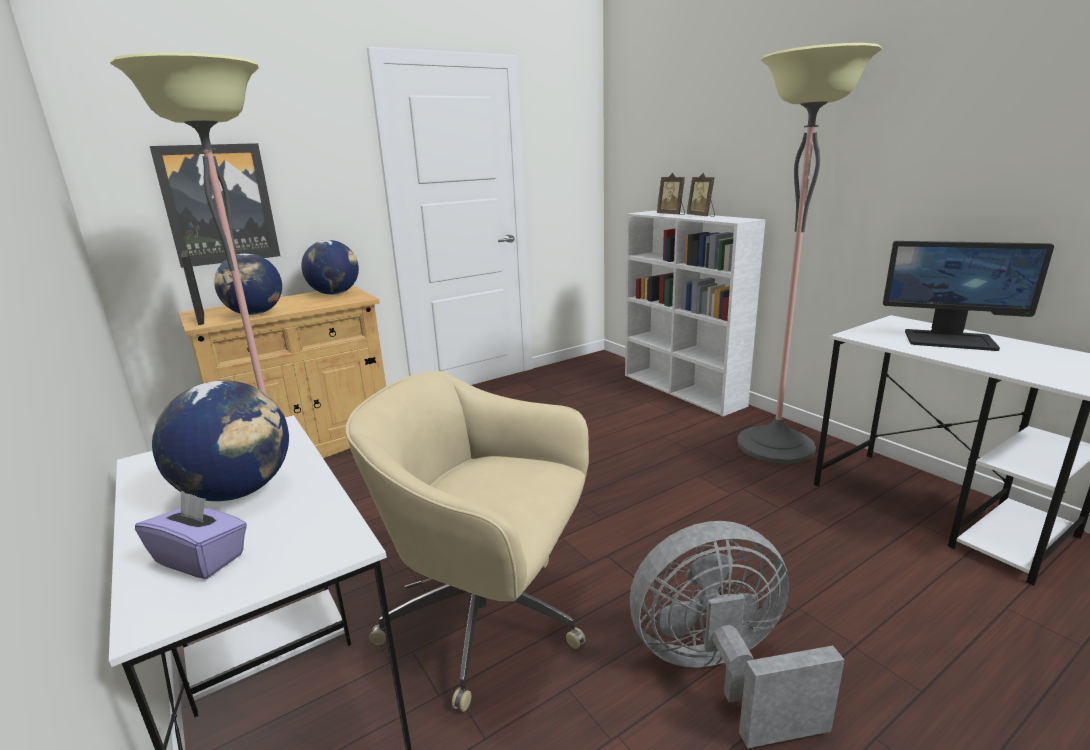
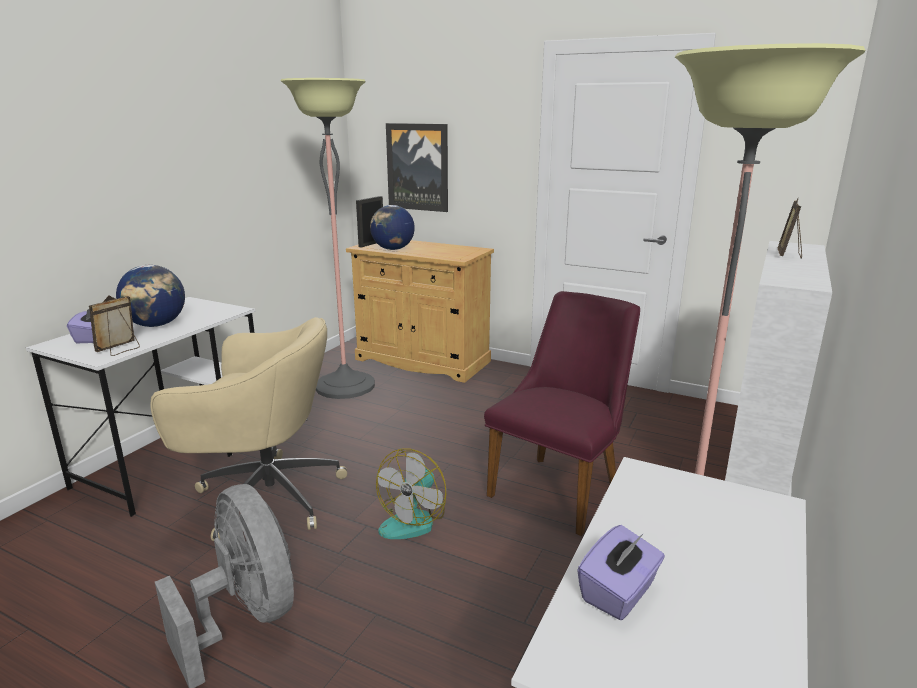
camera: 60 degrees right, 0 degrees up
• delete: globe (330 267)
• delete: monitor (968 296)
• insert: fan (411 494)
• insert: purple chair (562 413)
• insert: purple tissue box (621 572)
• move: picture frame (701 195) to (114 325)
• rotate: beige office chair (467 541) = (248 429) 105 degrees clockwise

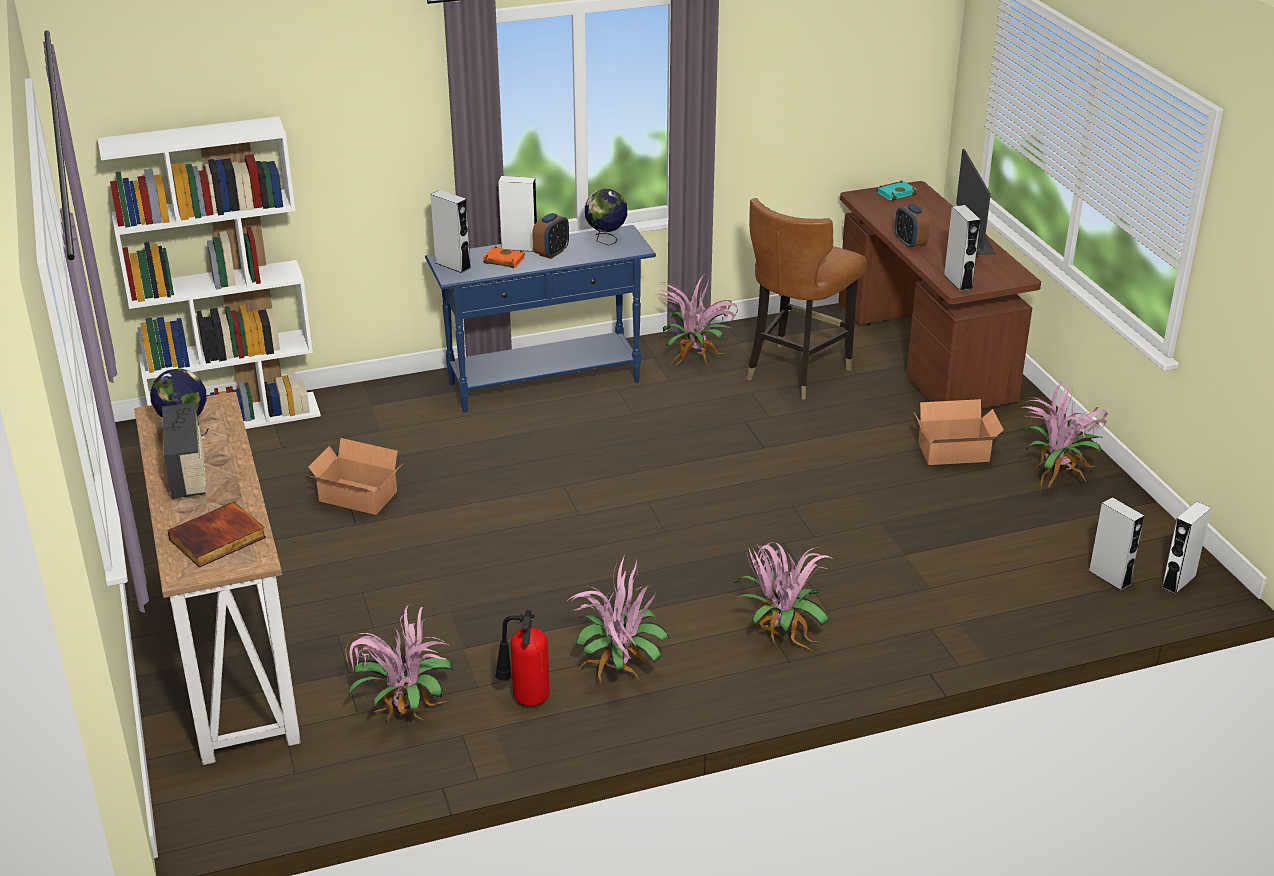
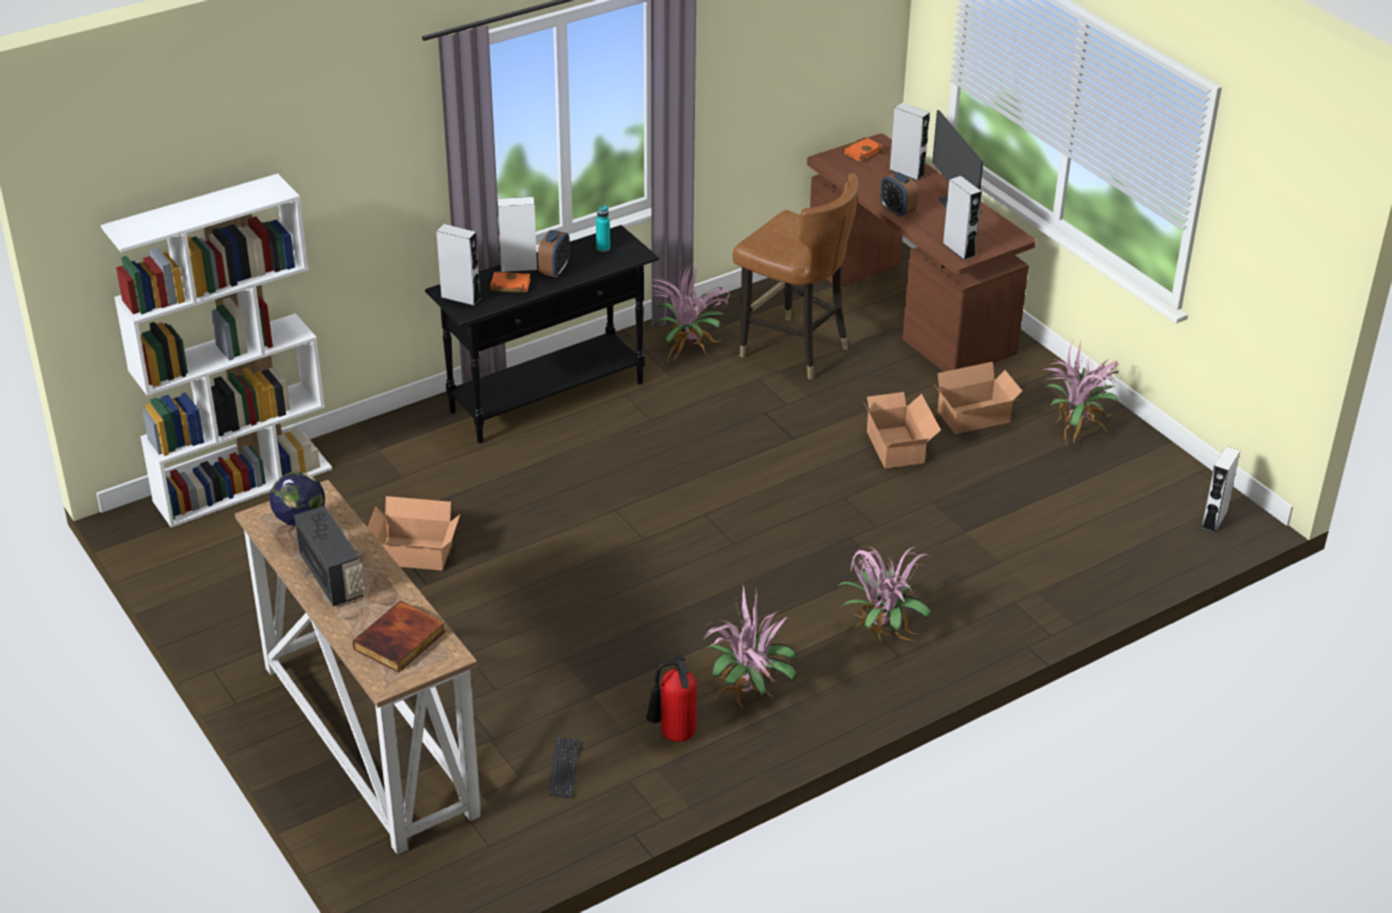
camera: 15 degrees left, 5 degrees up
• insert: cardboard box (902 430)
• move: grey speaker (1116 544) to (909 142)
• replace: potted plant (399 665) to keyboard (564 767)
• replace: globe (606 217) to turquoise bottle (603 229)
• recolor: blue console table (540 319) to black console table (542 334)
• recolor: turquoise book (897 190) to orange book (863 149)
• rotate: brown chair (806 299) = (796 276) 75 degrees counterclockwise

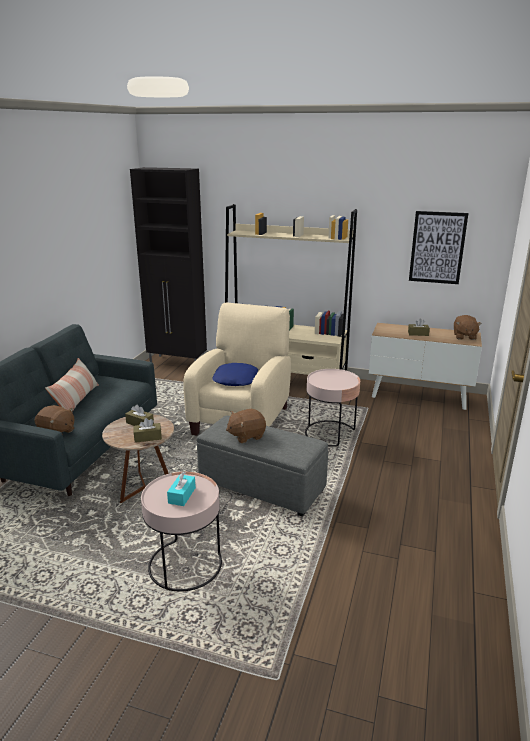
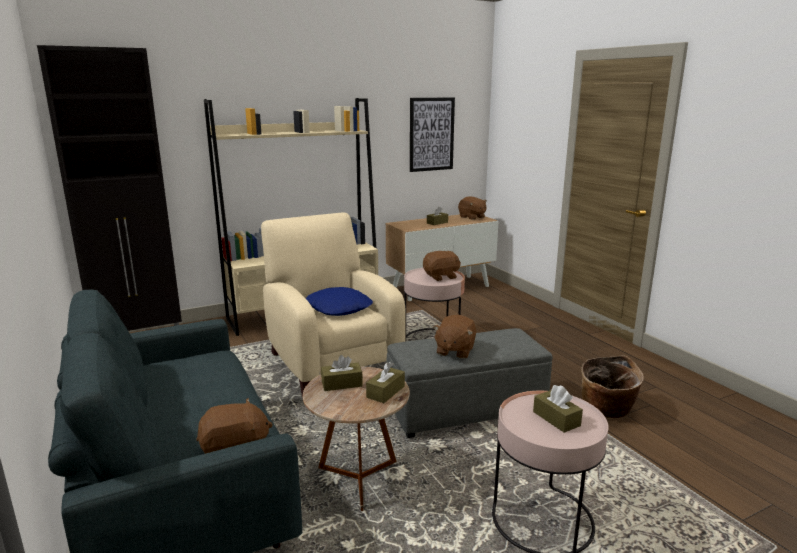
camera: 45 degrees left, 5 degrees down
• delete: pillow (72 385)
• insert: brown plush toy (442 265)
• insert: basket (612 387)
• recolor: turquoise tissue box (181 488) to brown tissue box (558 409)

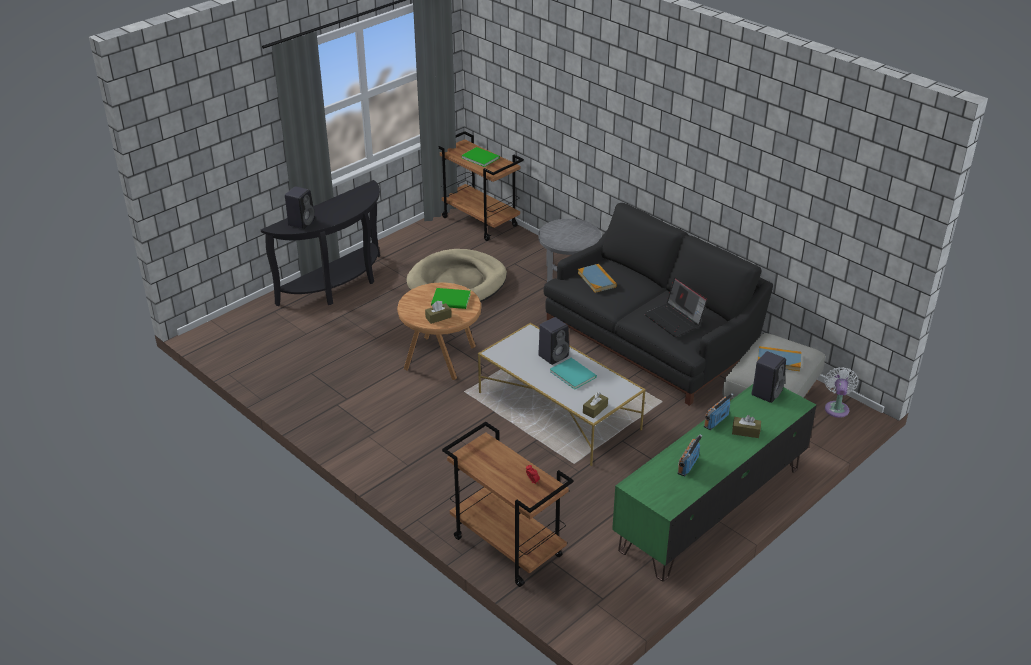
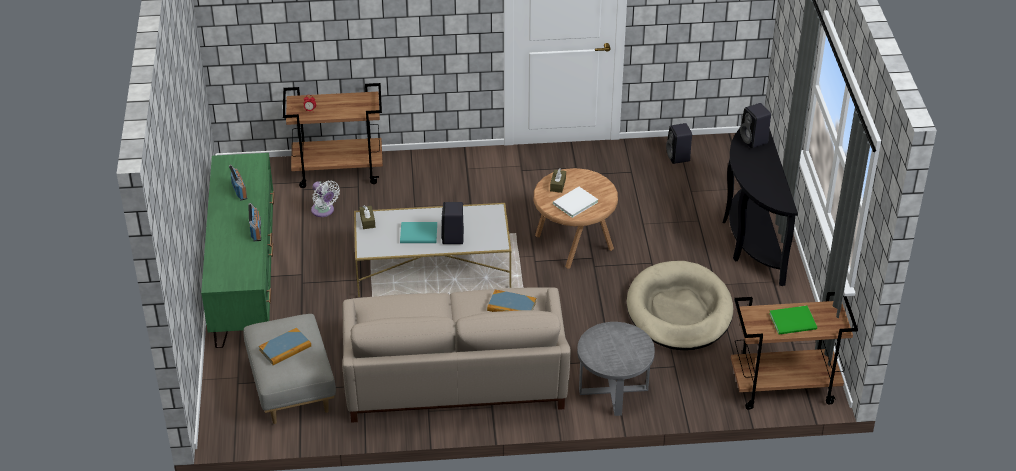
camera: 130 degrees right, 5 degrees up
• delete: laptop (675 307)
• delete: brown tissue box (746 426)
• move: black speaker (769 377) to (679 143)
• move: white fan (841 392) to (325 199)
• recolor: green book (451 298) to white book (575 202)
• recolor: black sofa (658 304) to beige sofa (456 355)

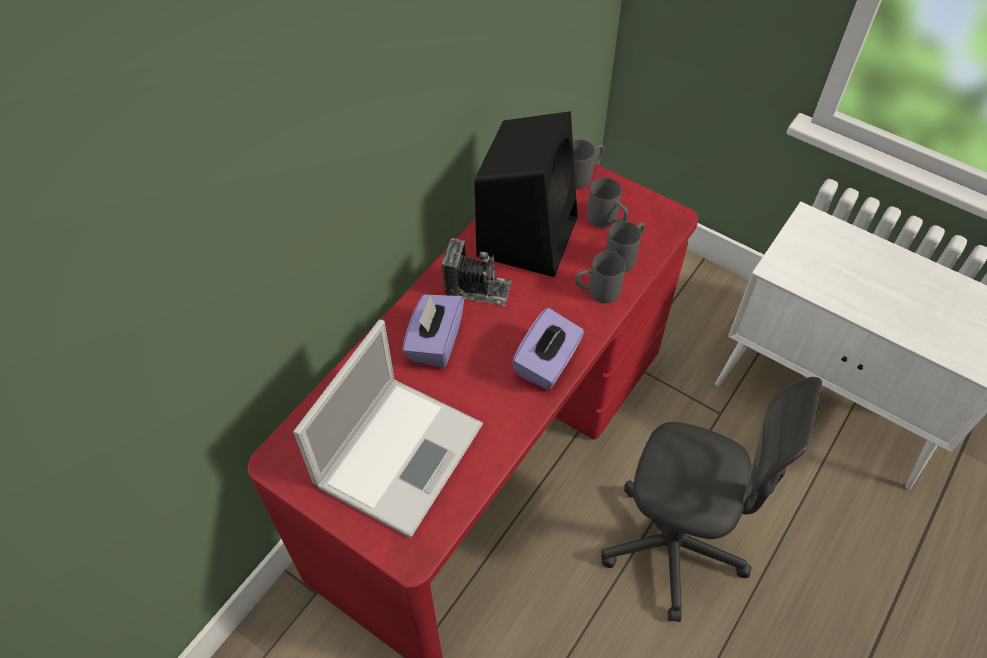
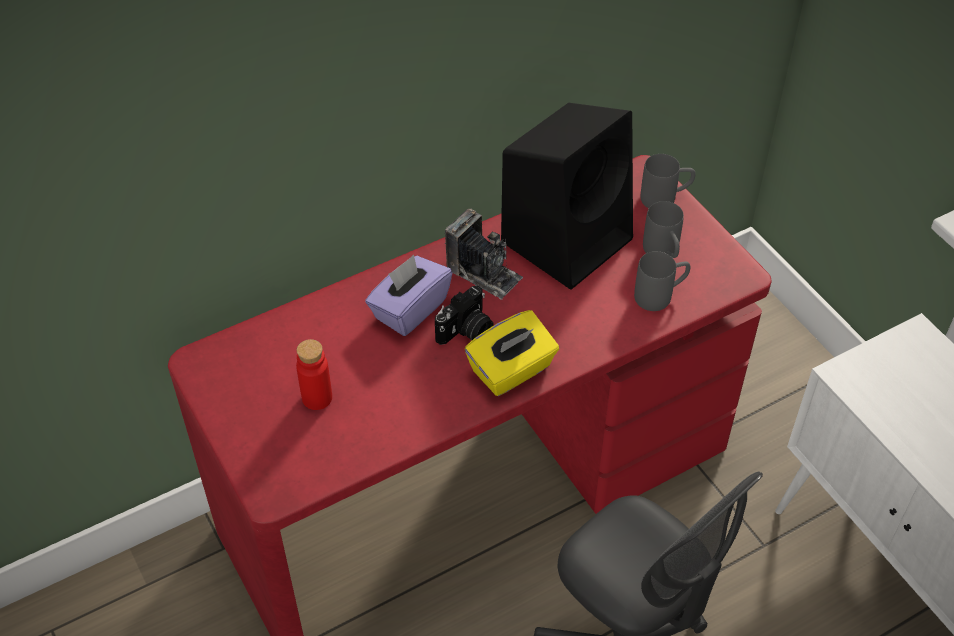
camera: 25 degrees right, 5 degrees down
• delete: grey mug (600 277)
• insert: photo camera (464 315)
• replace: laptop (388 429) to red bottle (314 374)
• recolor: purple tissue box (548 349) to yellow tissue box (512 353)

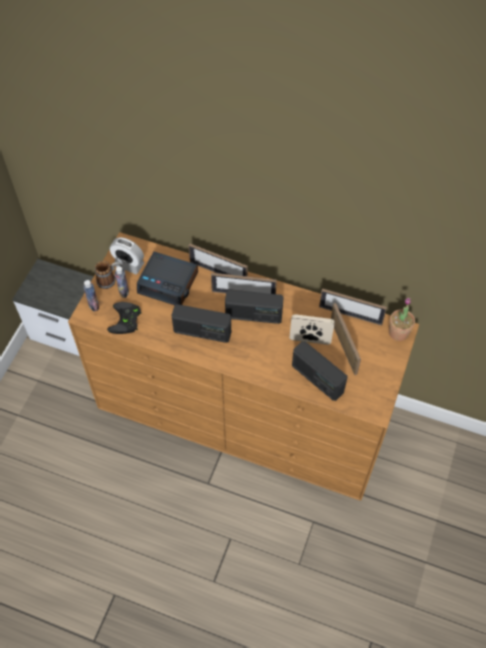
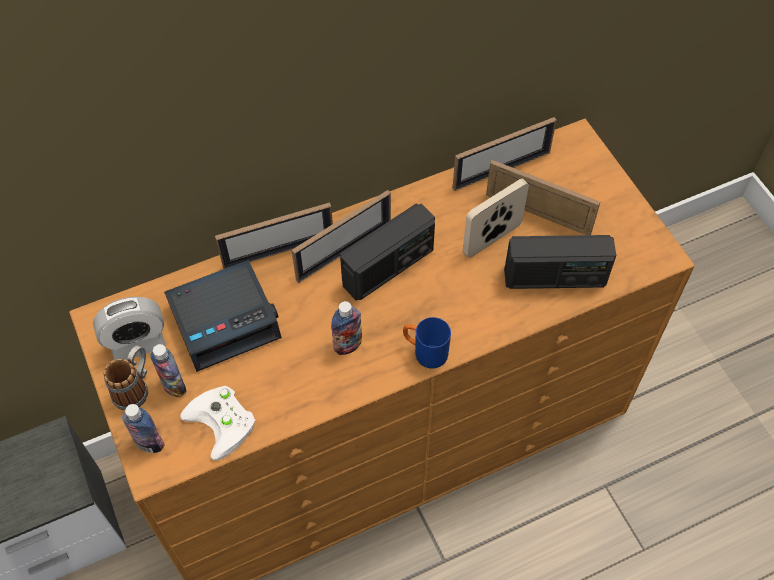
camera: 45 degrees left, 0 degrees up
• delete: potted plant (402 319)
• insert: blue mug (427 343)
• replace: radio (201 323) to bottle (346 328)
• recolor: black game controller (124 318) to white game controller (218 423)

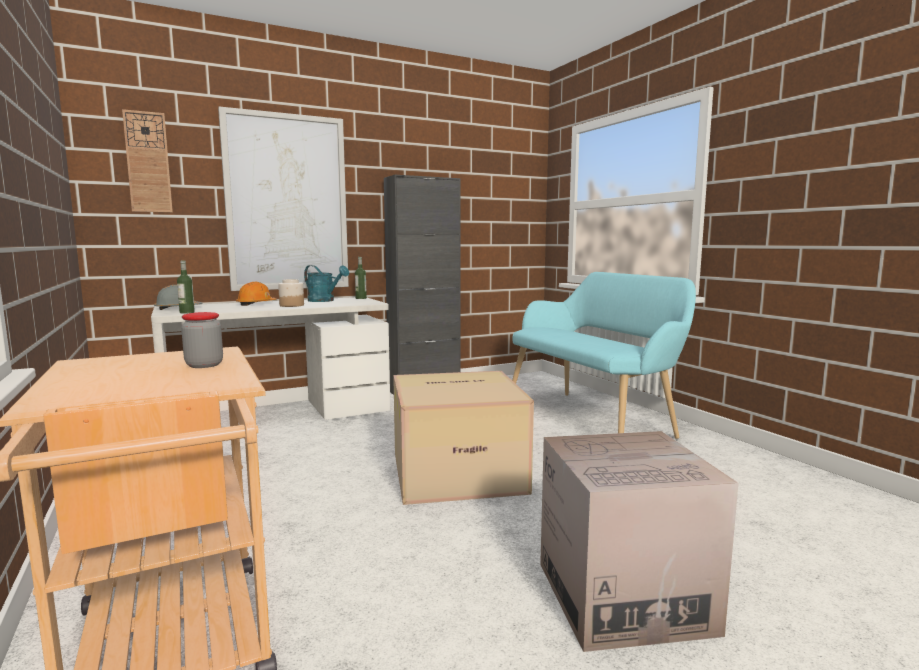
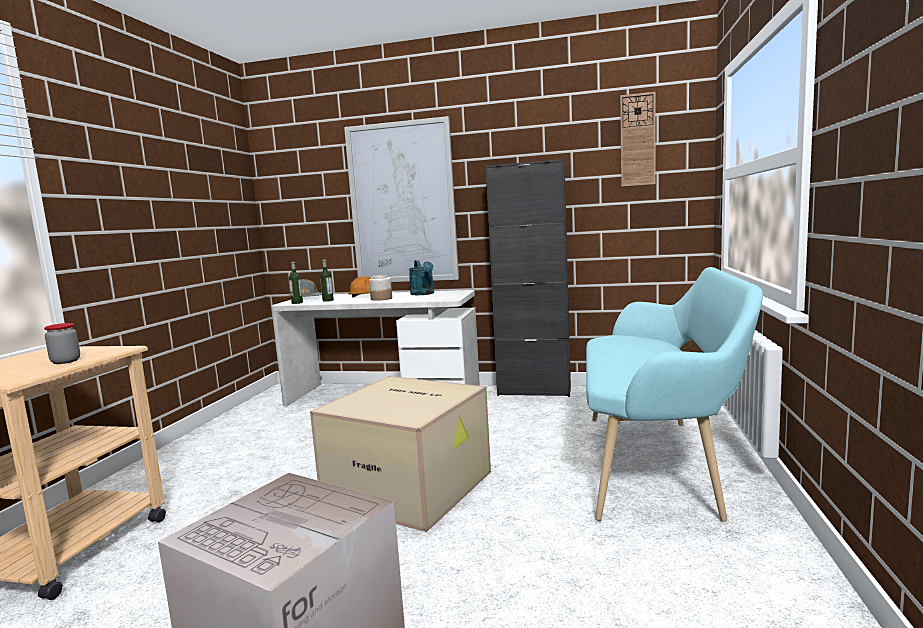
camera: 40 degrees right, 0 degrees up
• move: wall clock (147 160) to (638 139)
• move: bottle (361 278) to (327 280)

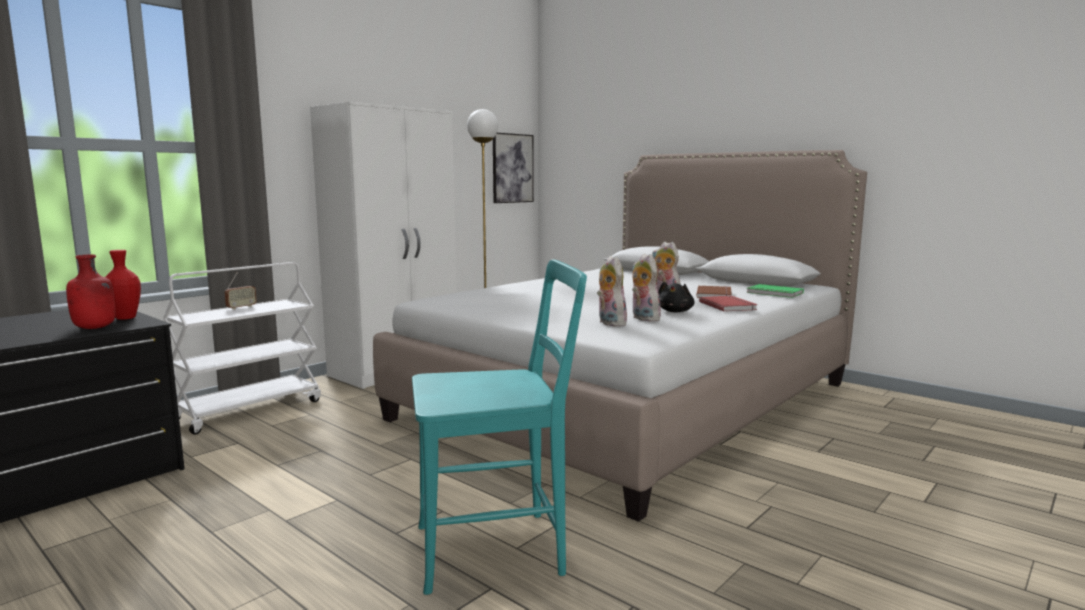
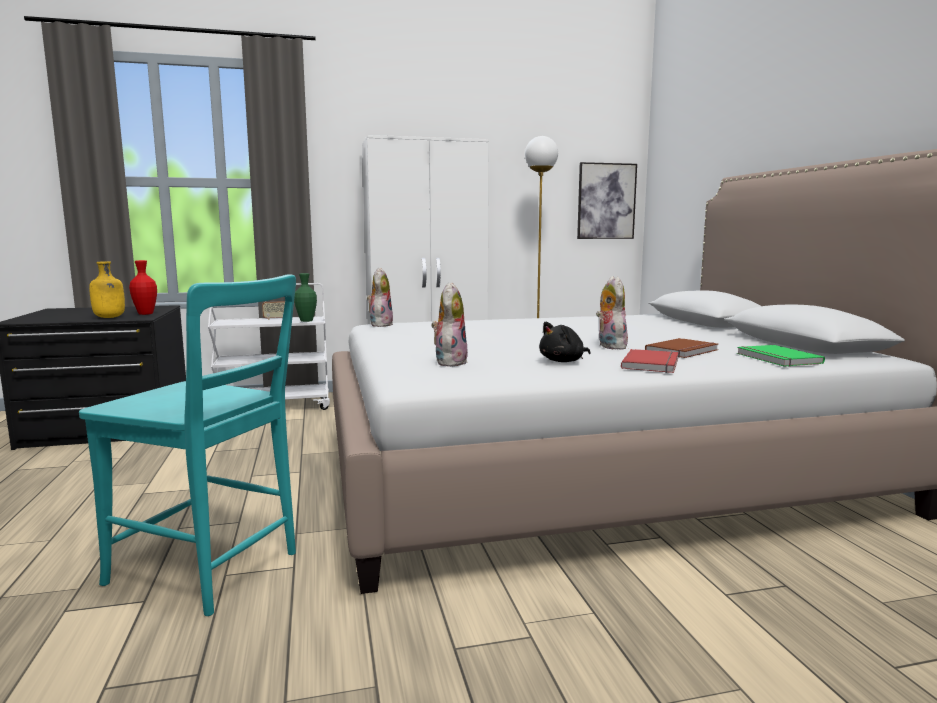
camera: 35 degrees right, 0 degrees up
• insert: green vase (305 297)
• move: plush toy (646 287) to (380 297)
• recolor: red bottle (91 291) to yellow bottle (107 289)

